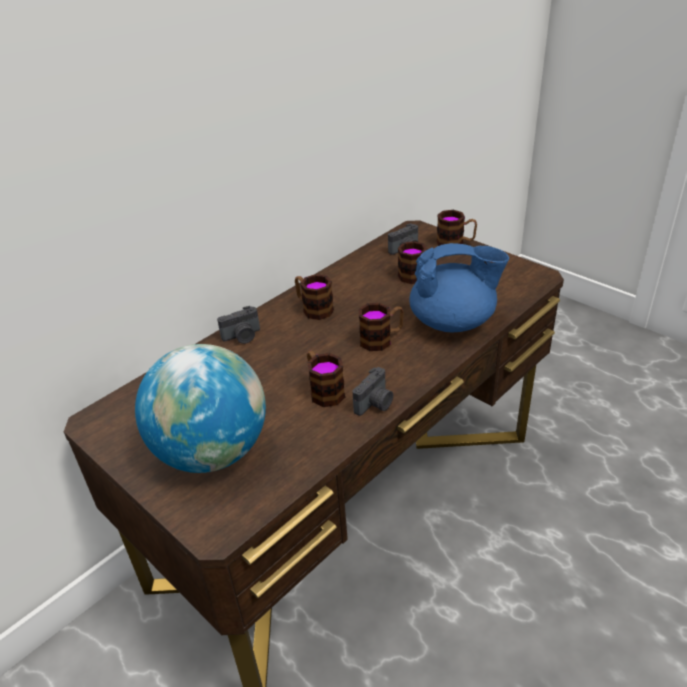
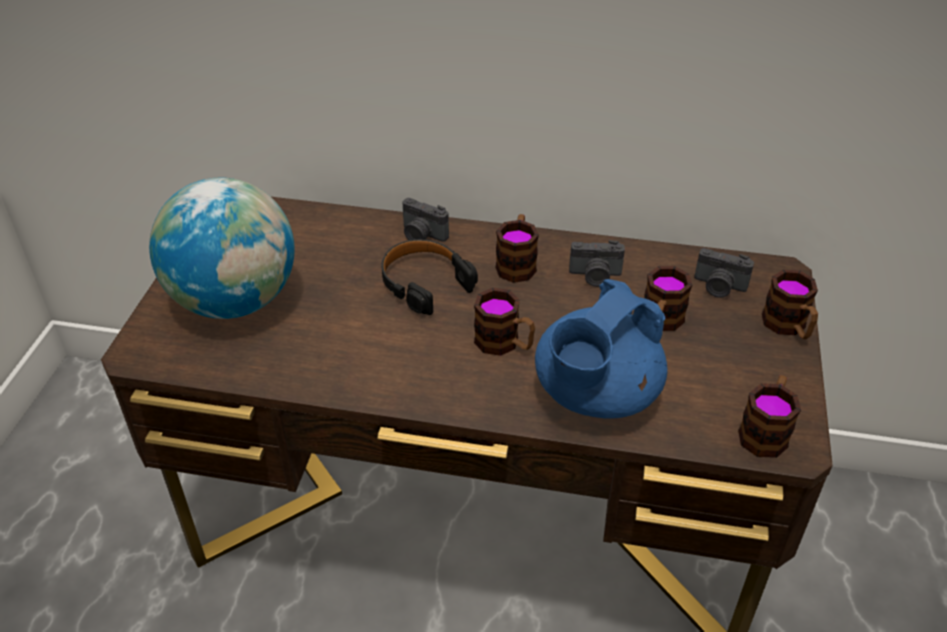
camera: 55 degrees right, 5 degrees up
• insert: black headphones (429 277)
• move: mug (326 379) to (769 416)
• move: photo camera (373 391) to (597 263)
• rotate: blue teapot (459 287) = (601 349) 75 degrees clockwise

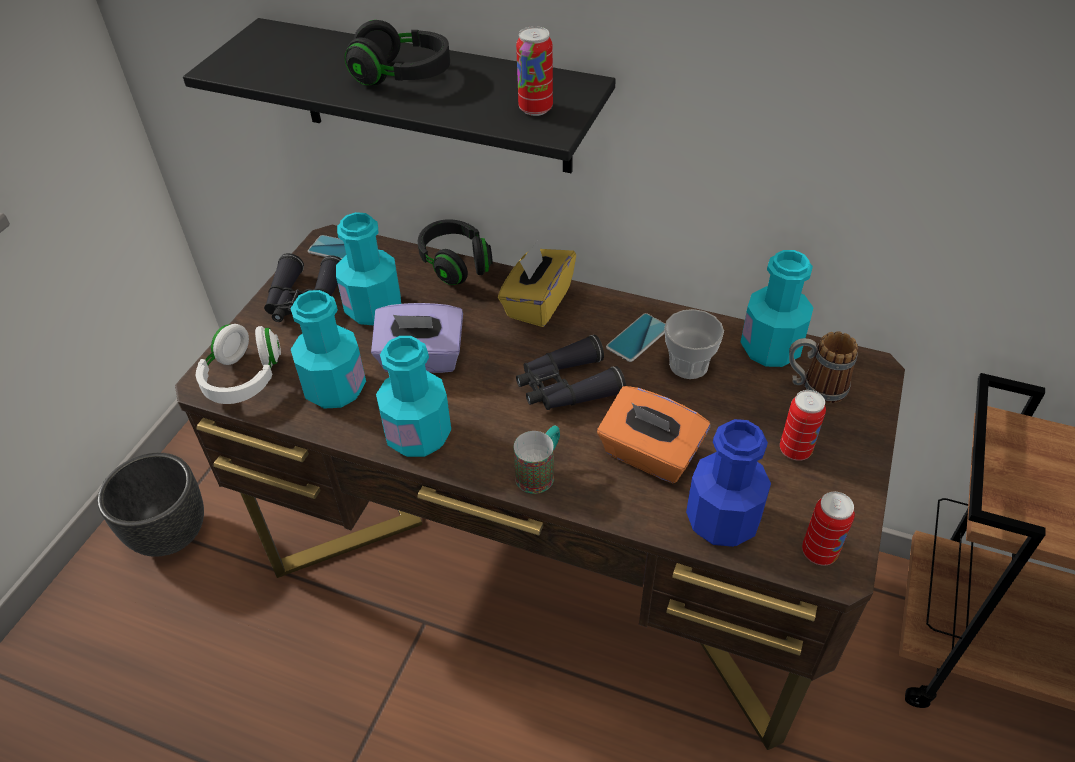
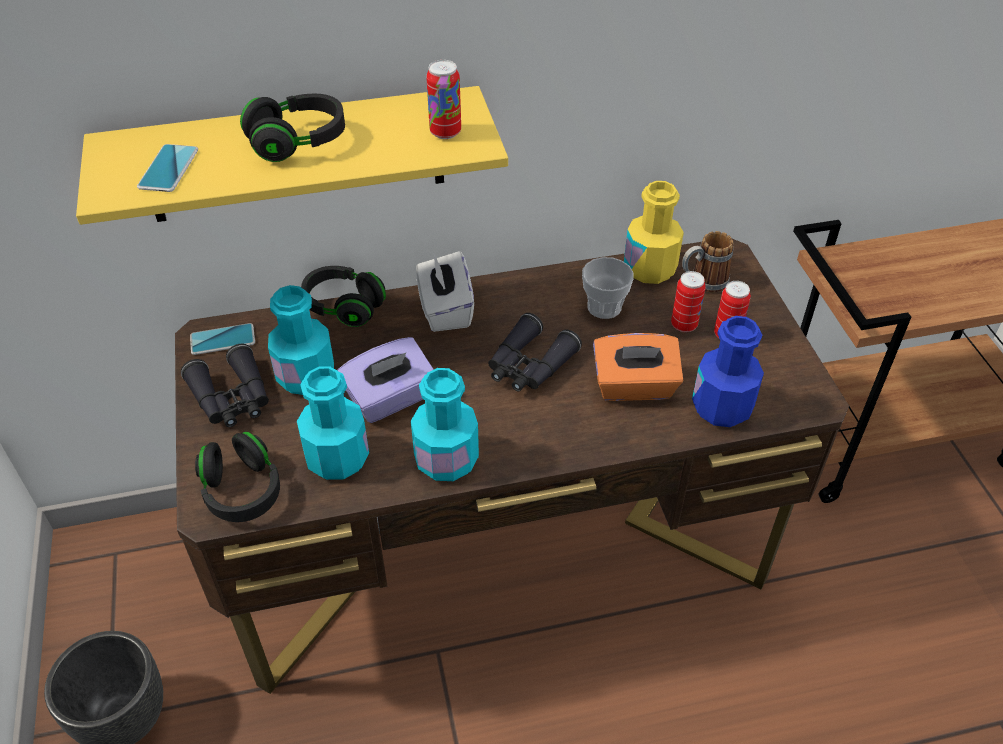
camera: 35 degrees left, 0 degrees up
• delete: mug (536 460)
• move: phone (636 337) to (167 168)
• move: can (828 529) to (688 301)
• recolor: black shelf (399 95) to yellow shelf (292 155)
• recolor: white headphones (238 364) to black headphones (237 477)
• recolor: yellow tissue box (537 284) to white tissue box (445 291)
• recolor: turquoise bottle (777 308) to yellow bottle (654 232)

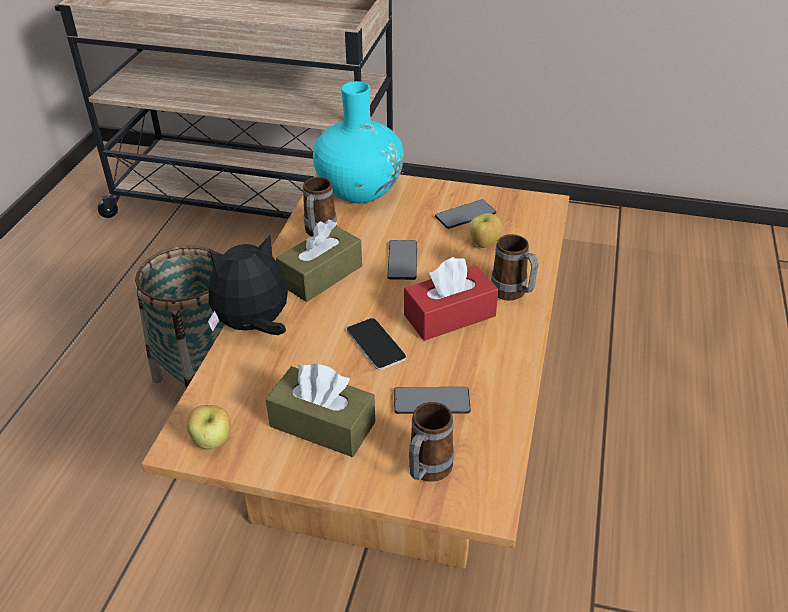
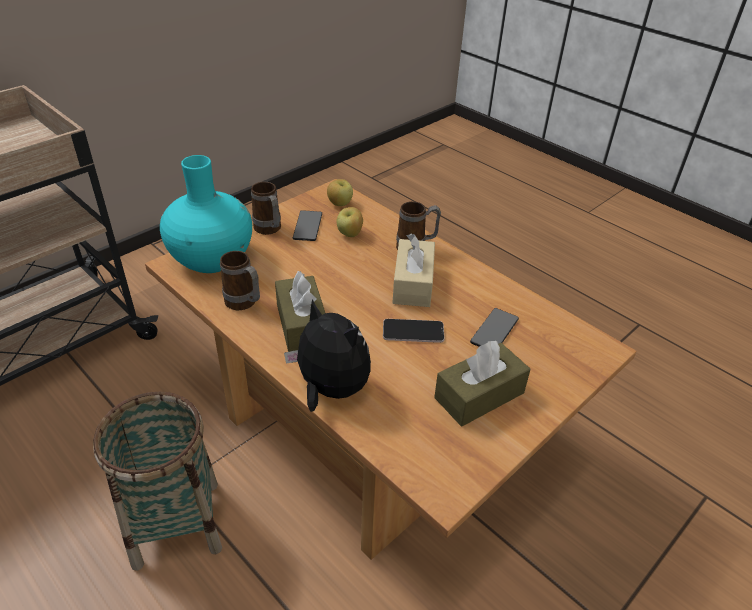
camera: 60 degrees left, 0 degrees up
• delete: phone (402 260)
• move: apple (209 427) to (340 192)
• move: mug (431 442) to (266 208)
• recolor: red tissue box (451 299) to beige tissue box (414 270)
• rotate: plush toy (248 285) = (327 355) 120 degrees clockwise

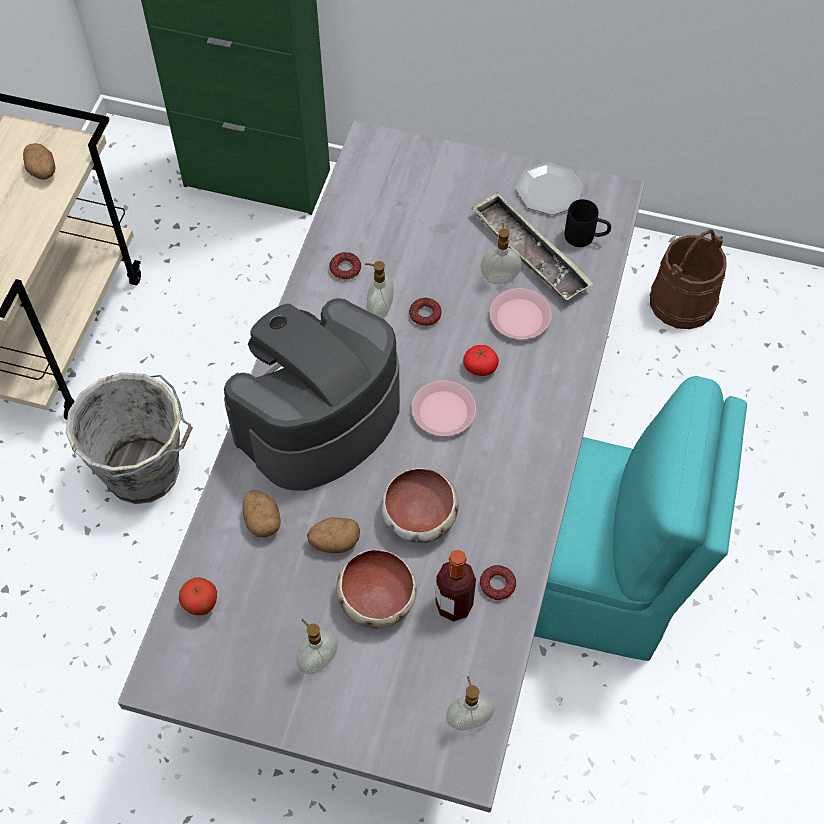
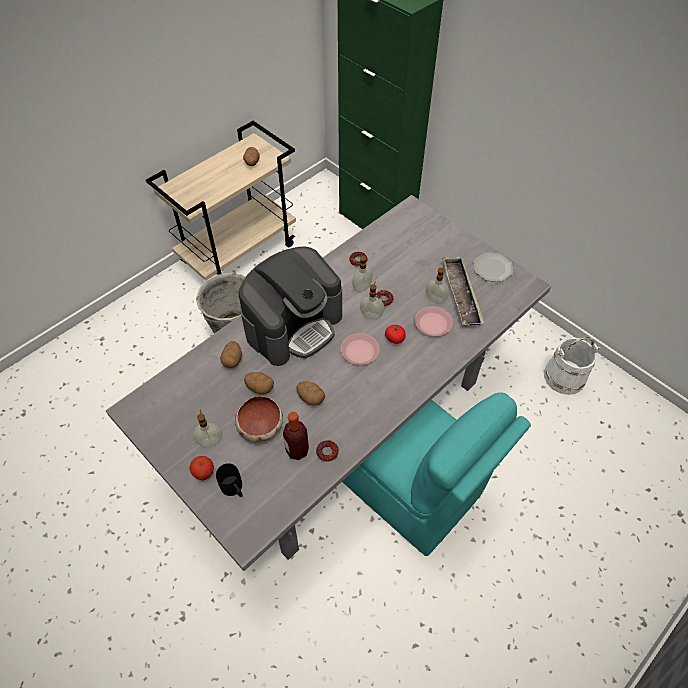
camera: 30 degrees right, 5 degrees down
• move: apple (198 596) to (201 468)
• move: soap dispenser (470 703) to (372 301)
• move: black mug (588 223) to (229 480)
• replace: bowl (420 505) to potato (310 393)
• recolor: brown bucket (688 279) to white bucket (572 366)
• rotate: coffee machine (312 394) = (290 306) 150 degrees clockwise

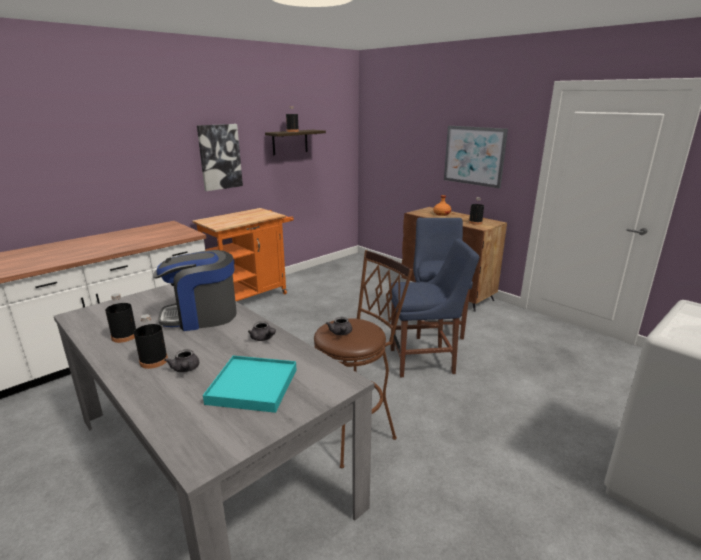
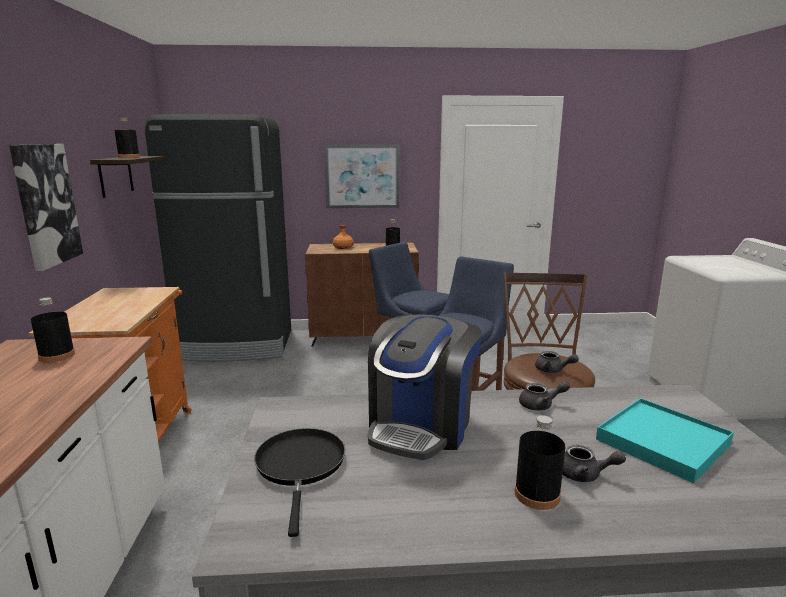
camera: 50 degrees left, 5 degrees down
• insert: black fridge (218 237)
• insert: black frying pan (299 482)
• move: black bottle (120 318) to (53 330)

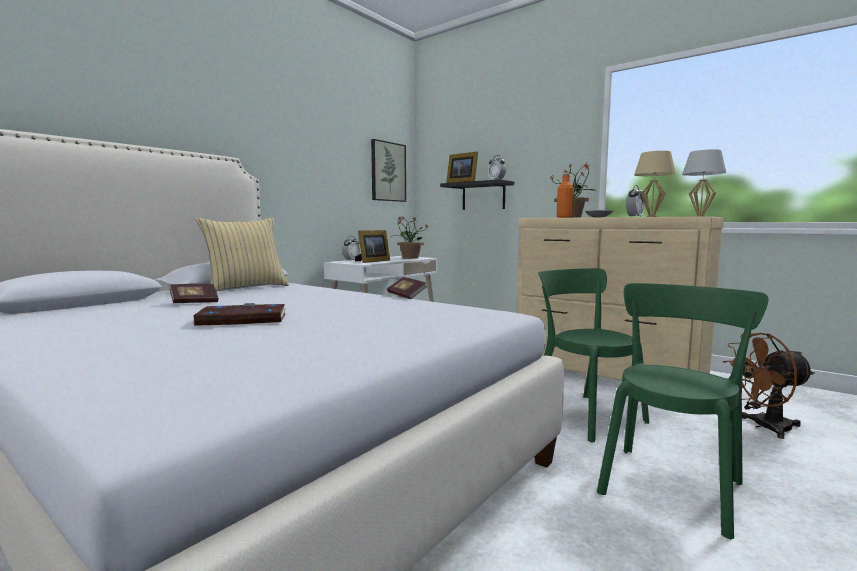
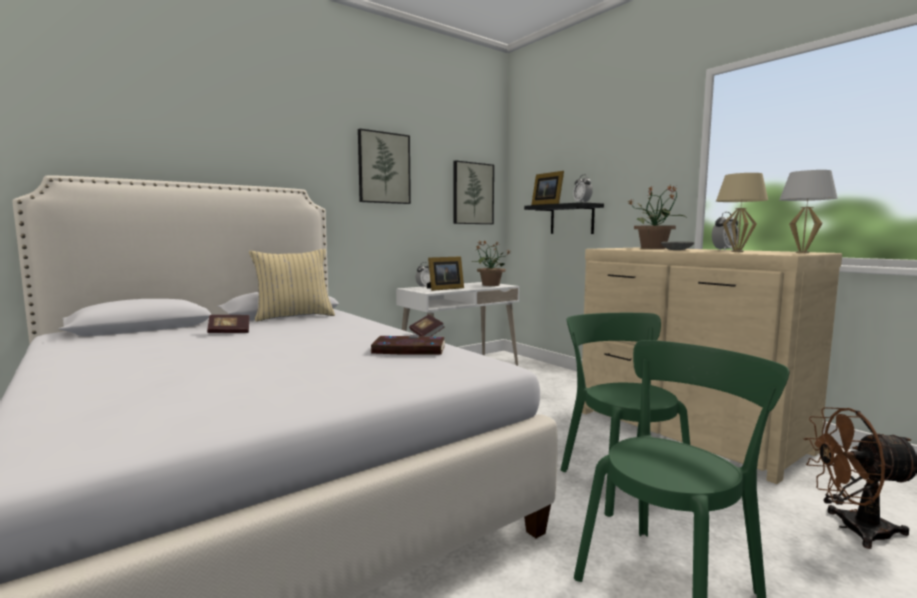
camera: 15 degrees right, 0 degrees up
• delete: orange bottle (565 196)
• insert: picture (384 166)
• move: book (239 314) to (407 345)

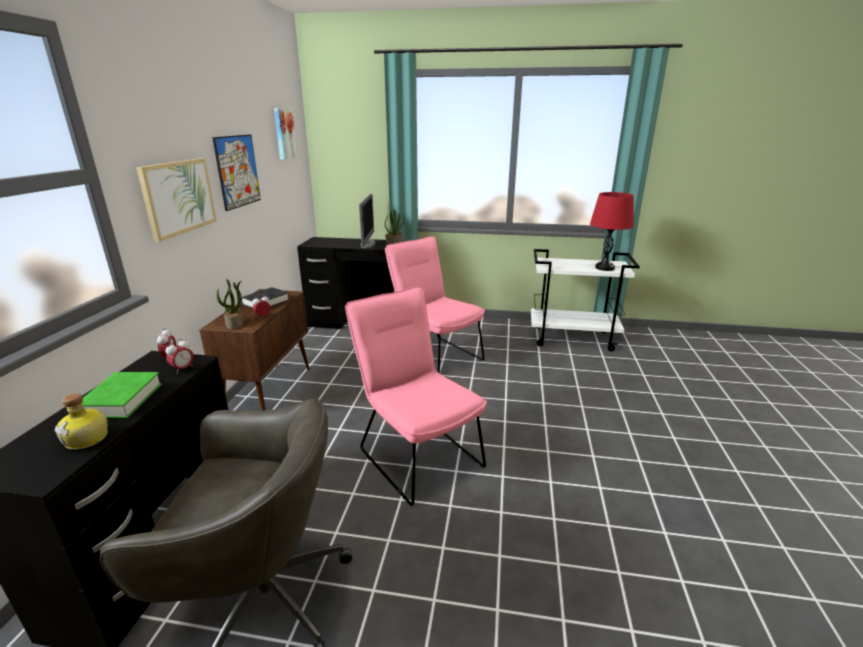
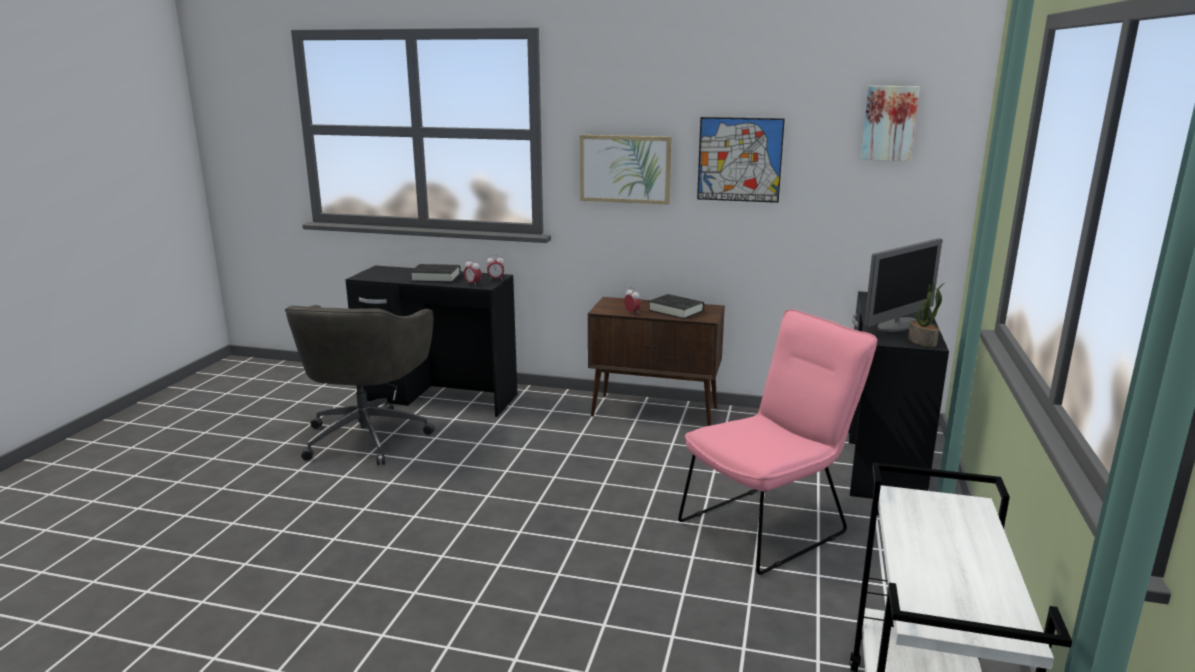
camera: 95 degrees right, 5 degrees down
• delete: bottle (81 421)
• delete: potted plant (229 304)
• delete: pink chair (416 396)
• delete: red table lamp (612 231)
• recolor: green book (122 395) to black book (435 273)
• rotate: monitor (367 221) = (903 285) 45 degrees counterclockwise

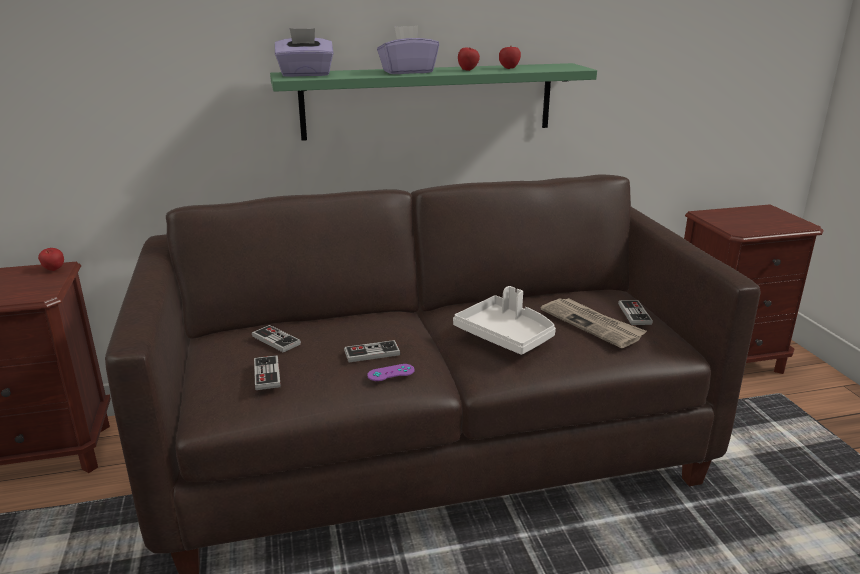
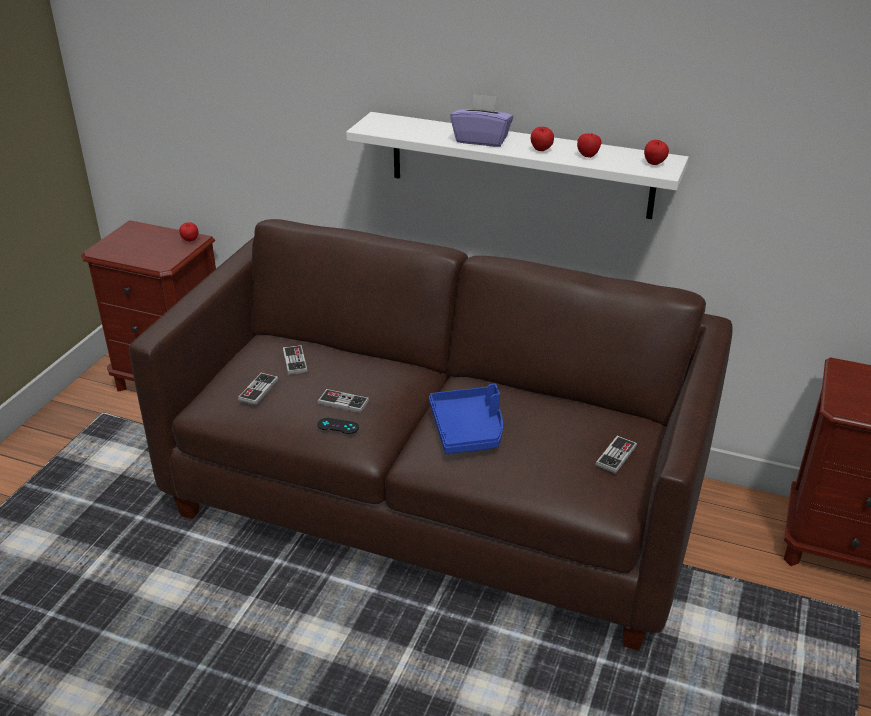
camera: 35 degrees right, 10 degrees up
• delete: purple tissue box (304 52)
• delete: newspaper (594 323)
• insert: apple (656 152)
• recolor: green shelf (433 102) to white shelf (517 165)
• recolor: purple game controller (391 372) to black game controller (338 426)
• recolor: white tray (504 320) to blue tray (466 419)

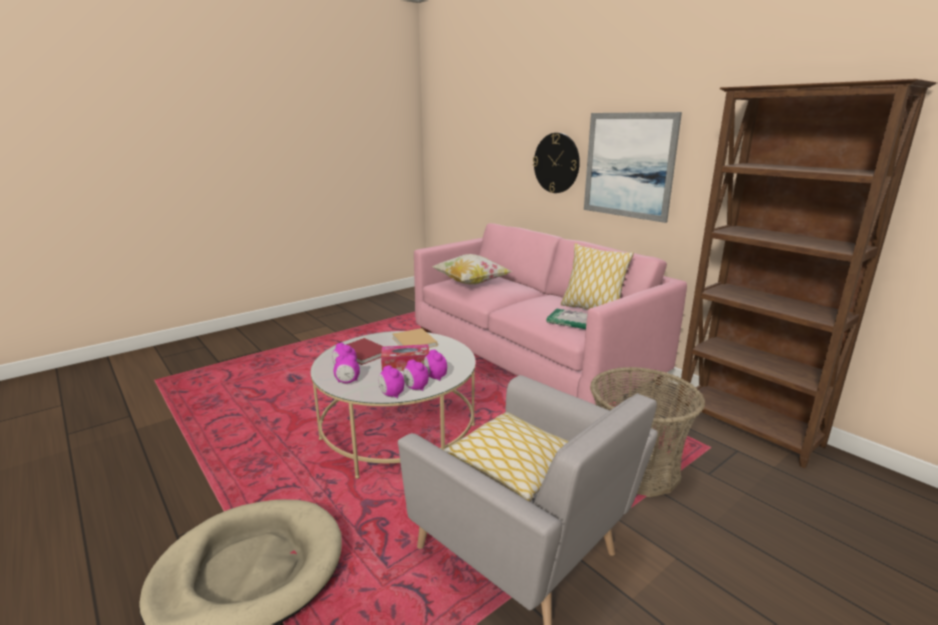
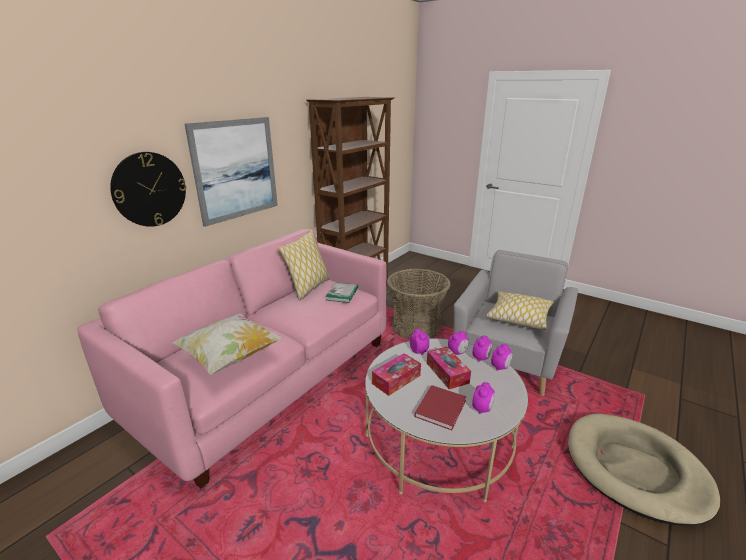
camera: 105 degrees left, 5 degrees up
• move: alarm clock (347 369) to (420 342)
• replace: beige book (414 338) to tissue box (396 374)

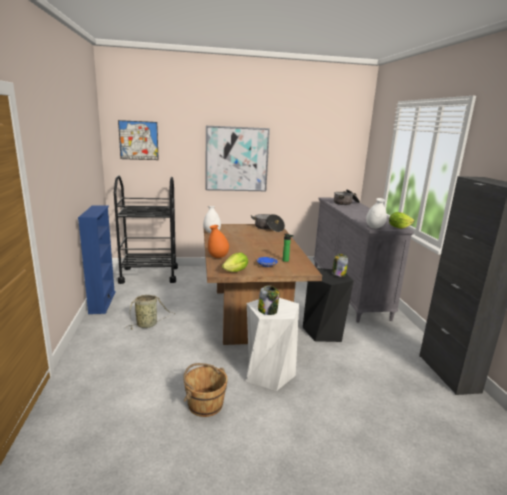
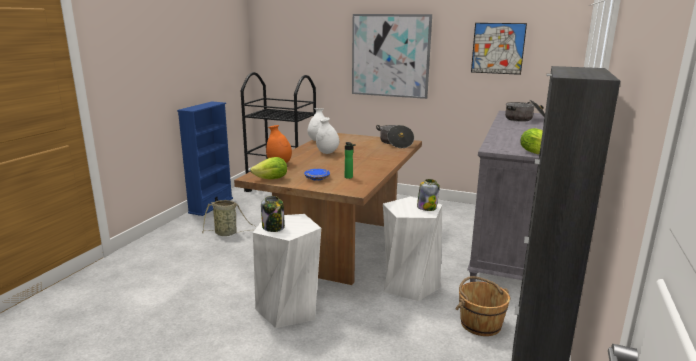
camera: 30 degrees right, 0 degrees up
• move: picture (138 140) to (499 49)
• move: brown bucket (205 390) to (483 306)
• move: white vase (376 213) to (328 135)
• recolor: black stool (328 305) to white stool (412 249)

